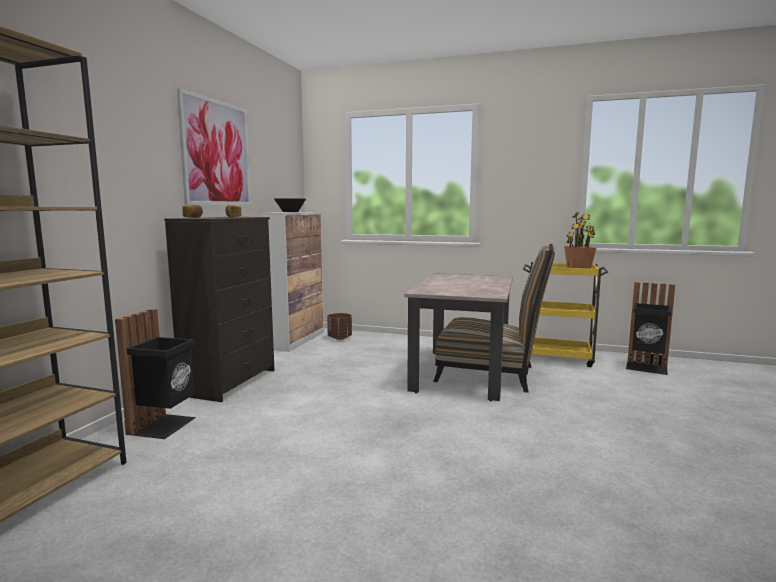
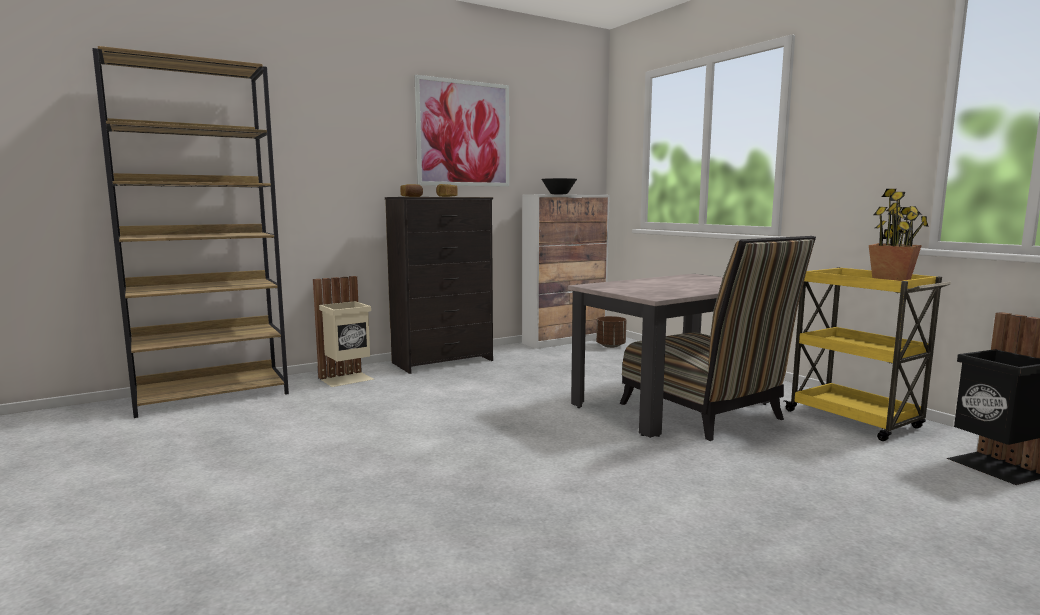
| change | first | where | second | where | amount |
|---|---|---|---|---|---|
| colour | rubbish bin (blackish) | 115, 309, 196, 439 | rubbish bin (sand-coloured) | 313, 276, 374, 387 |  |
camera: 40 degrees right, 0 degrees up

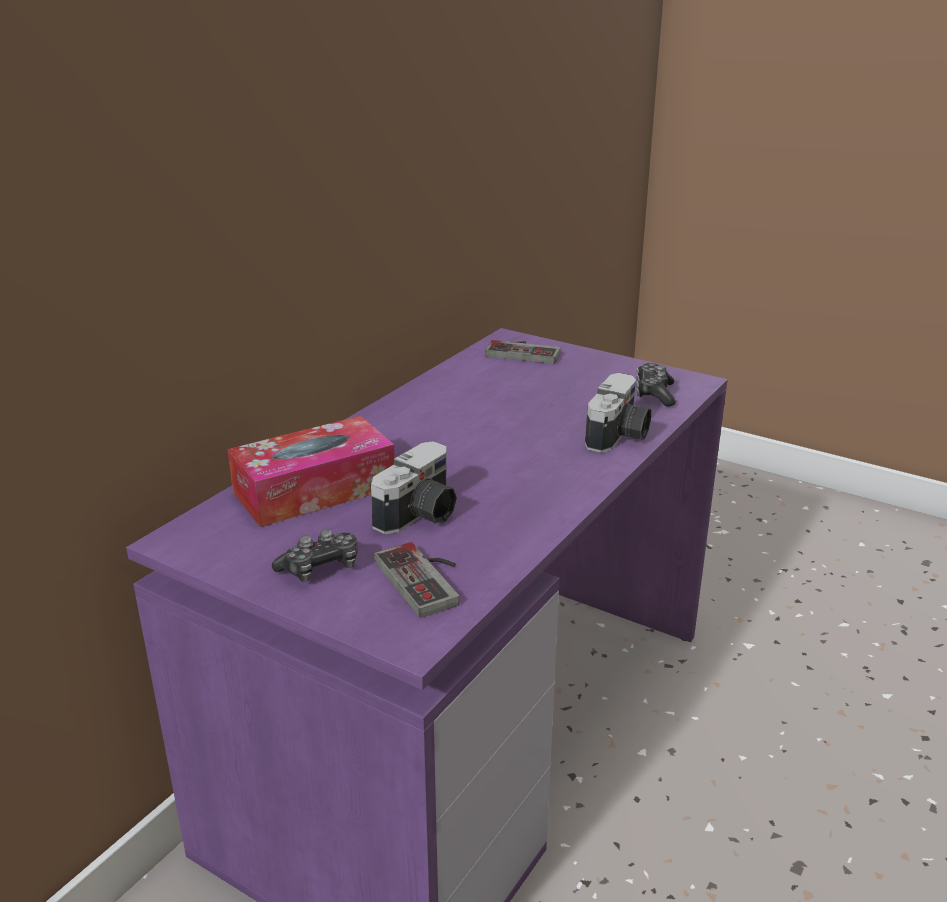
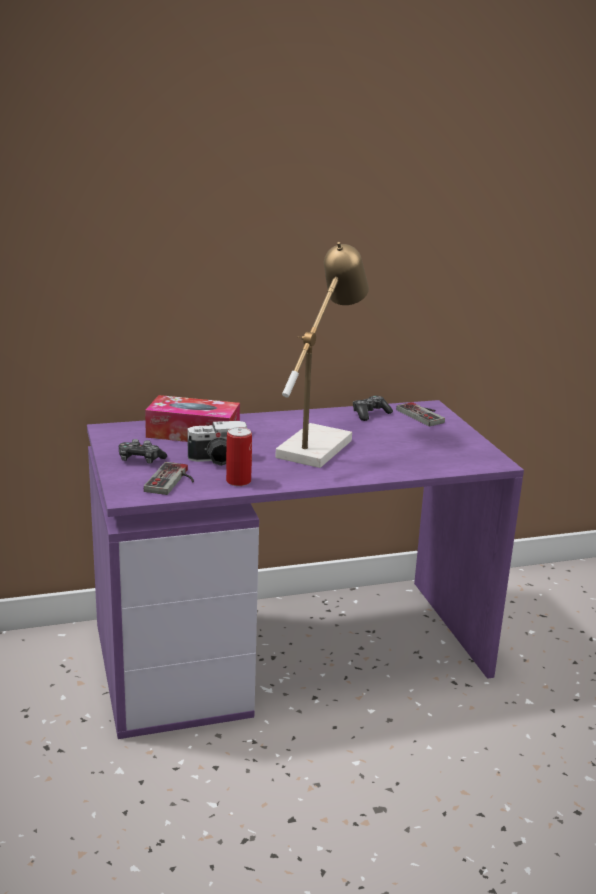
| change | first | where | second | where | amount |
|---|---|---|---|---|---|
| missing | still camera | 585, 373, 651, 453 |  |  |  |
| appeared |  |  | can | 226, 427, 252, 486 |  |
| appeared |  |  | table lamp | 275, 242, 369, 468 |  |
| relocated | joypad | 636, 363, 676, 407 |  | 353, 396, 393, 421 |  |
camera: 40 degrees right, 5 degrees down

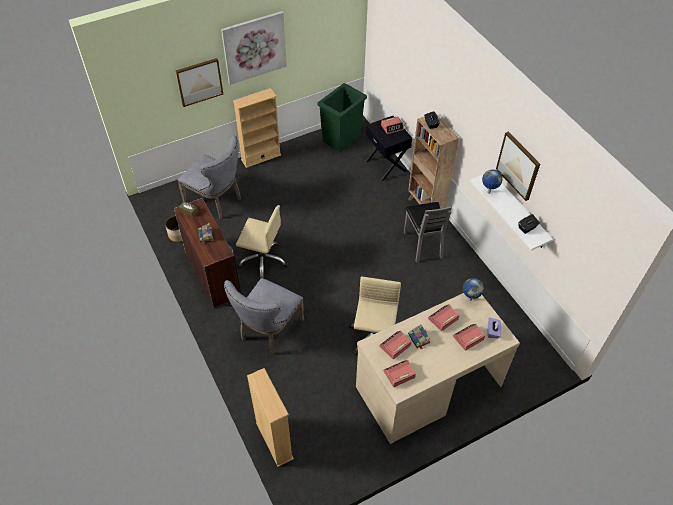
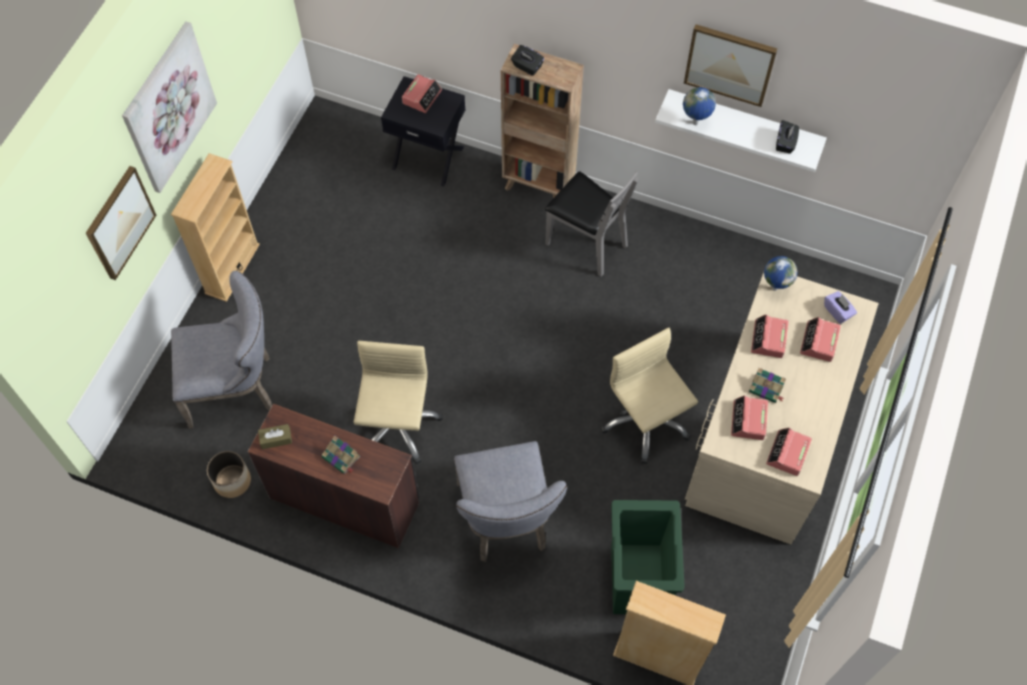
| change | first | where | second | where | amount |
|---|---|---|---|---|---|
| relocated | rubbish bin (greenish) | 317, 83, 367, 152 |  | 611, 500, 685, 614 |  |
| spun | office chair (sand-coloured) | 236, 205, 288, 279 |  | 354, 341, 443, 464 | 60 degrees counterclockwise |
camera: 40 degrees left, 10 degrees up

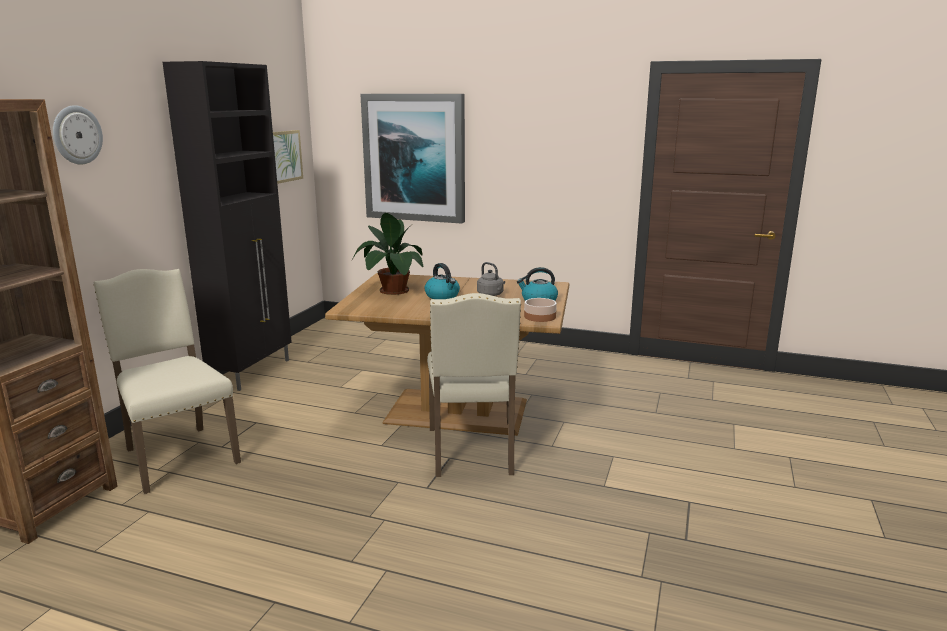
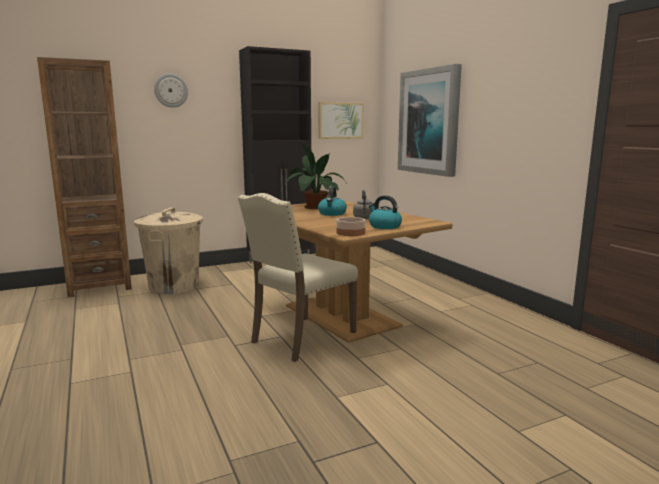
| change | first | where | second | where | amount |
|---|---|---|---|---|---|
| exchanged | plain chair (sand-coloured) | 93, 269, 241, 494 | rubbish bin (sand-coloured) | 134, 208, 203, 294 |  |
camera: 45 degrees right, 5 degrees down

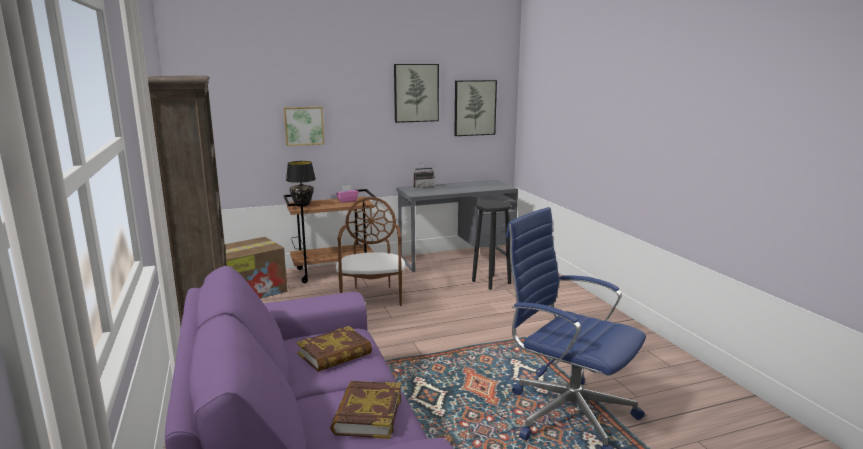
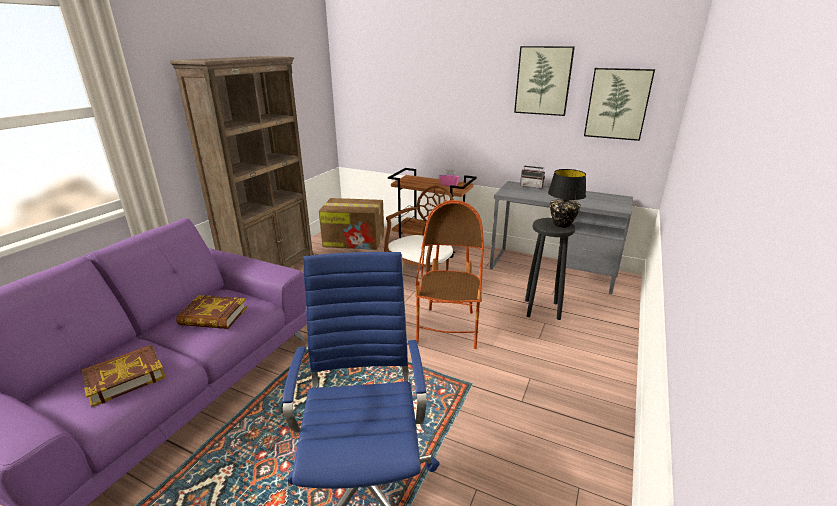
| change | first | where | second | where | amount |
|---|---|---|---|---|---|
| missing | wall art | 284, 107, 324, 146 |  |  |  |
| appeared |  |  | lounge chair | 415, 200, 484, 349 |  |
| relocated | table lamp (blackish) | 286, 161, 316, 207 |  | 548, 169, 586, 228 |  |
camera: 45 degrees right, 10 degrees up

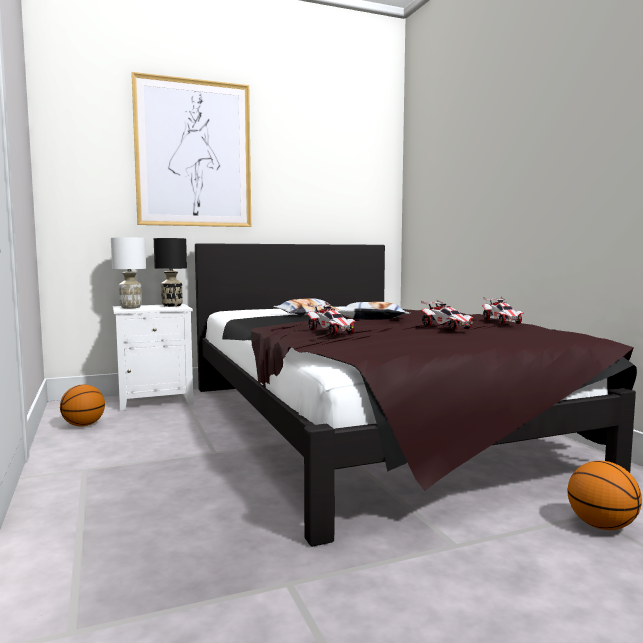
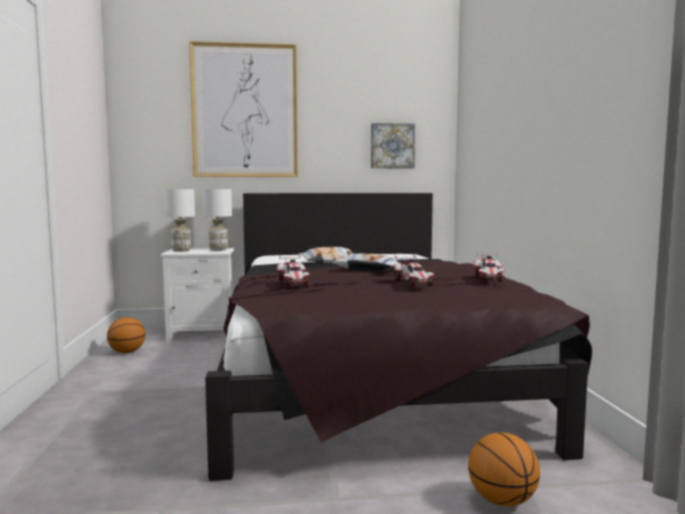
| change | first | where | second | where | amount |
|---|---|---|---|---|---|
| appeared |  |  | wall art | 371, 123, 415, 168 |  |
| colour | table lamp (blackish) | 154, 238, 187, 307 | table lamp (white-coloured) | 202, 189, 232, 251 |  |
camera: 15 degrees right, 0 degrees up

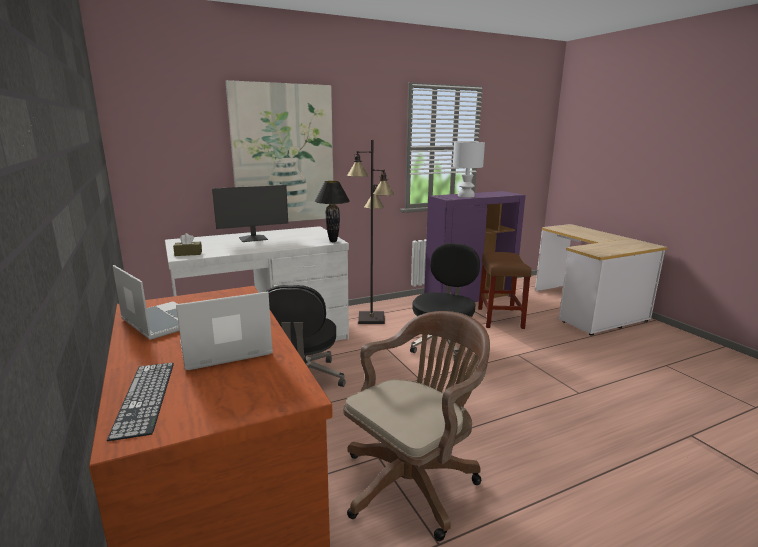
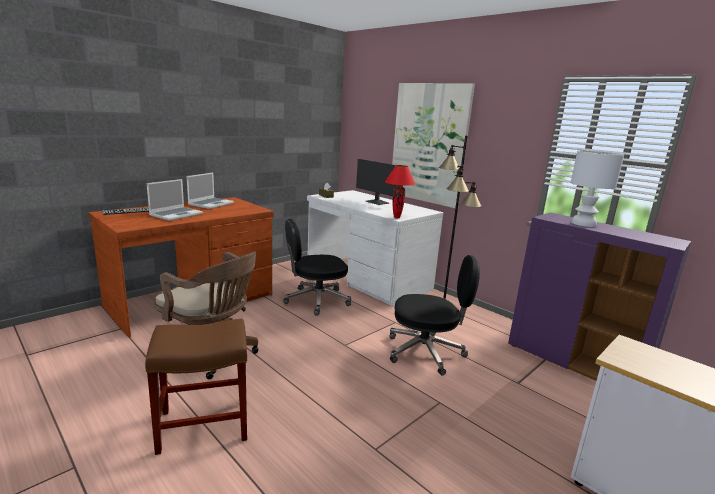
| change | first | where | second | where | amount |
|---|---|---|---|---|---|
| relocated | sitting stool (brown) | 478, 252, 531, 329 |  | 145, 319, 247, 455 |  |
| colour | table lamp (blackish) | 315, 181, 350, 242 | table lamp (reddish) | 385, 165, 415, 218 |  |
| spun | notebook computer | 176, 292, 273, 370 |  | 147, 179, 203, 221 | 75 degrees clockwise |
camera: 70 degrees right, 0 degrees up

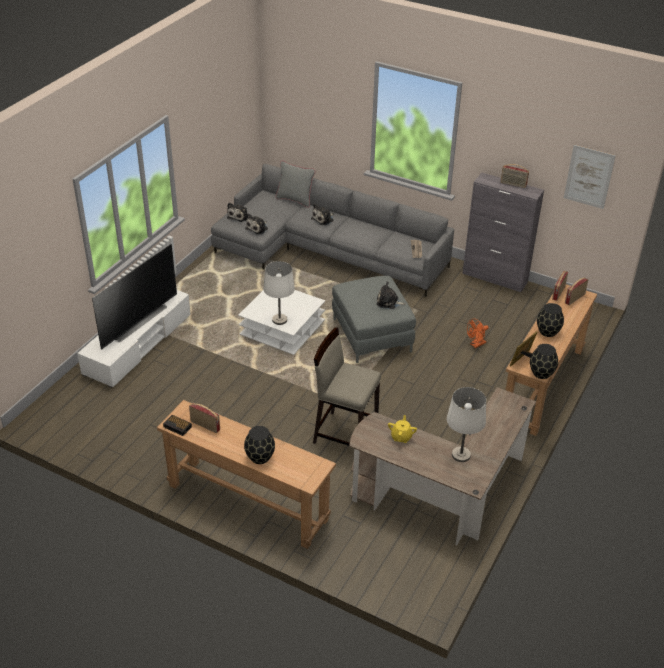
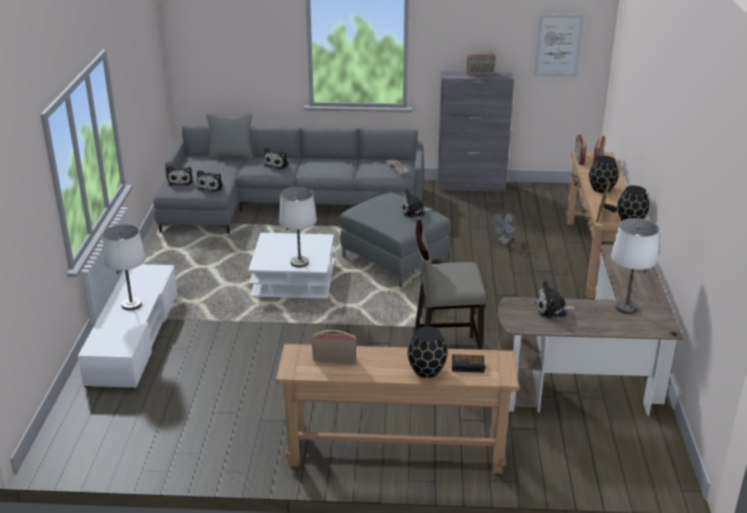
| change | first | where | second | where | amount |
|---|---|---|---|---|---|
| relocated | alarm clock | 163, 415, 192, 436 |  | 452, 354, 486, 373 |  |
| exchanged | television | 92, 244, 177, 350 | table lamp (white-coloured) | 103, 224, 146, 310 |  |
| exchanged | teapot (yellow-coloured) | 388, 415, 417, 443 | cuddly toy | 535, 281, 576, 319 |  |
| colour | fan (orange) | 467, 319, 488, 348 | fan (grey) | 491, 211, 517, 245 |  |
camera: 25 degrees left, 10 degrees down

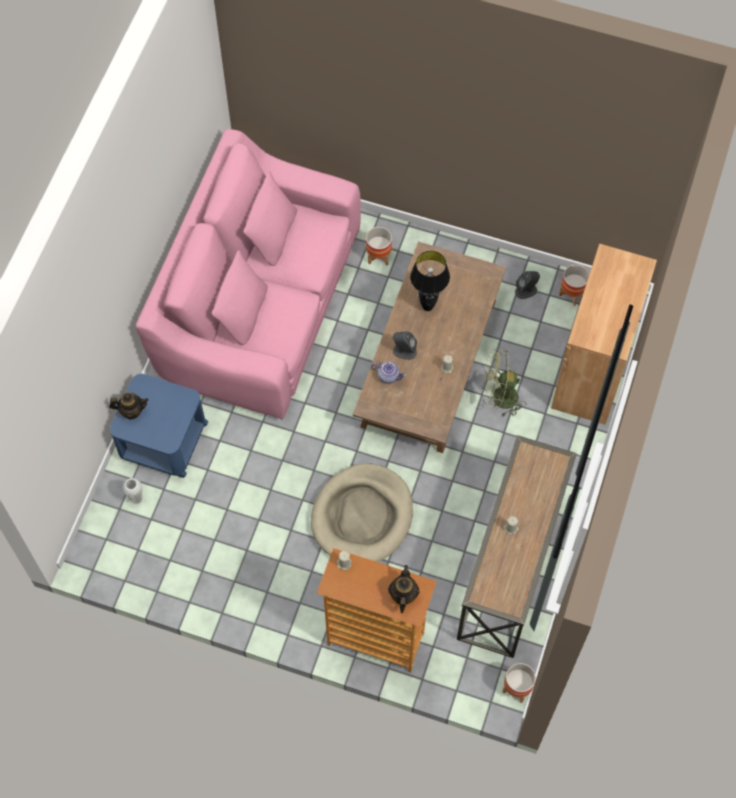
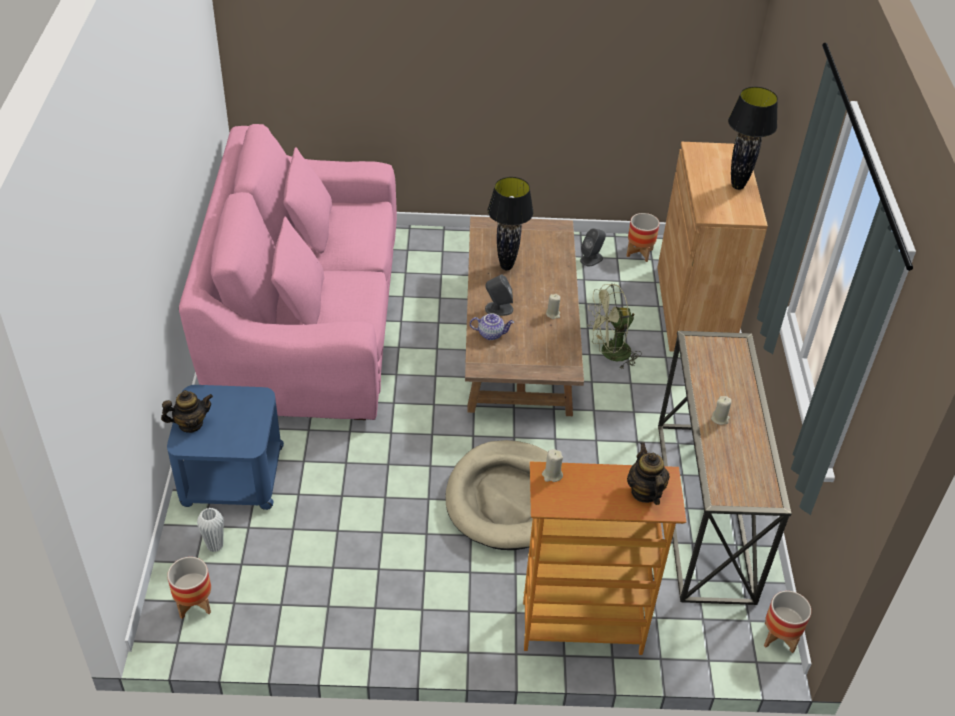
| change | first | where | second | where | amount |
|---|---|---|---|---|---|
| appeared |  |  | table lamp (blackish) | 728, 87, 778, 190 |  |
| relocated | plant pot | 366, 227, 392, 266 |  | 167, 557, 211, 619 |  |
camera: 20 degrees left, 20 degrees down

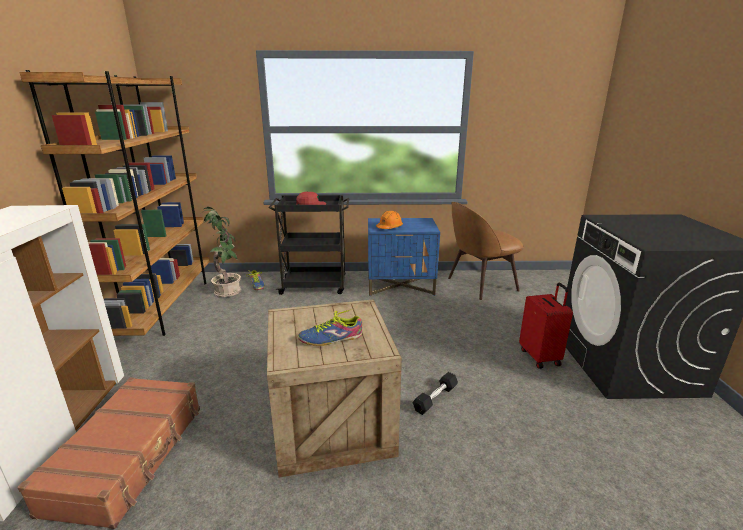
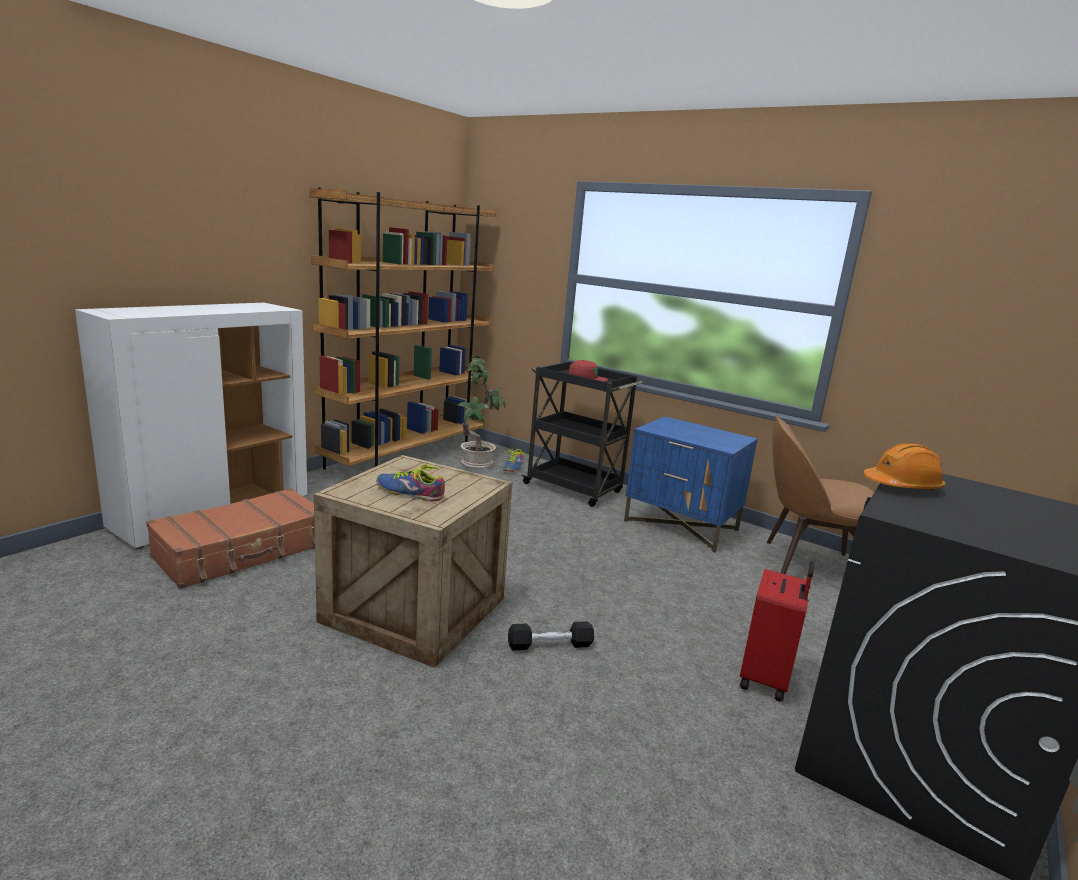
| change | first | where | second | where | amount |
|---|---|---|---|---|---|
| relocated | work helmet (orange) | 376, 211, 403, 229 |  | 863, 443, 946, 490 |  |
camera: 35 degrees right, 5 degrees down

